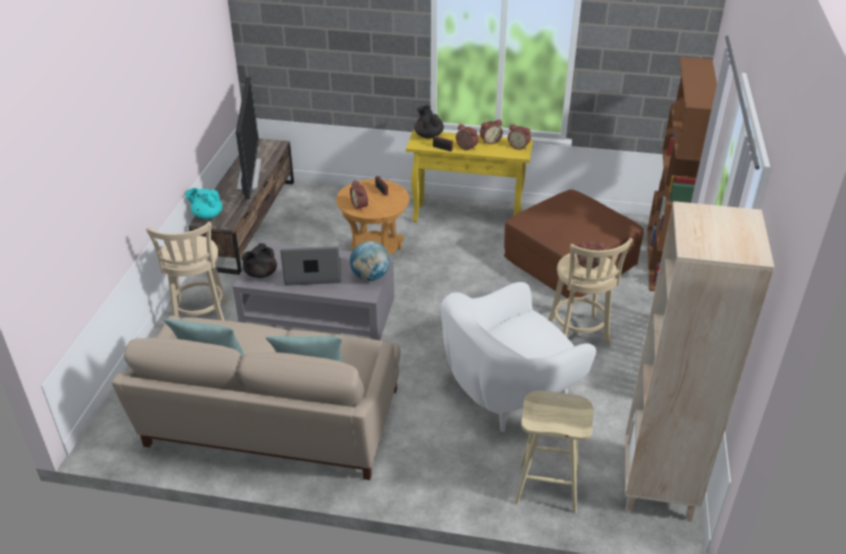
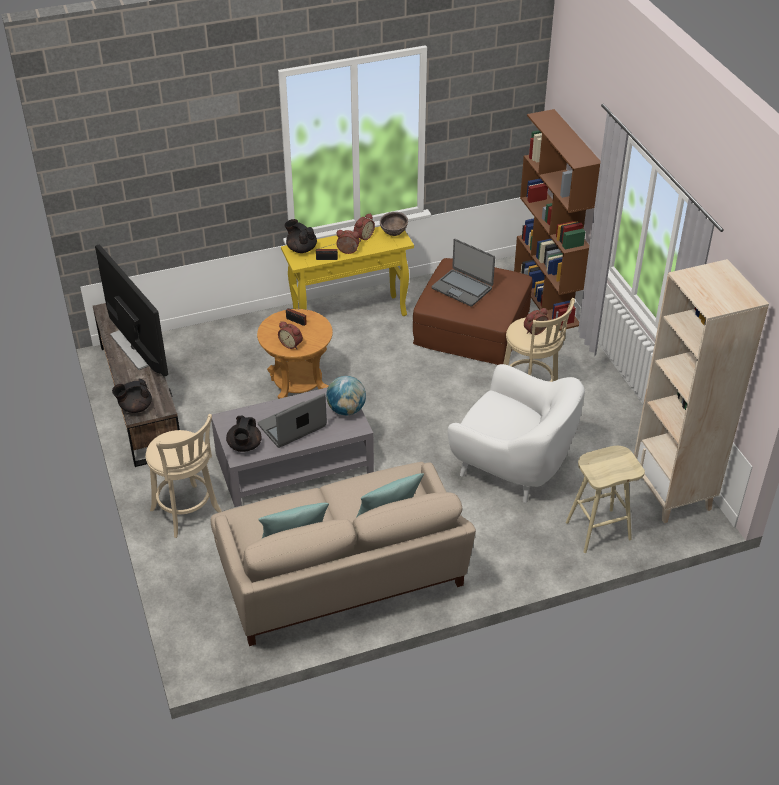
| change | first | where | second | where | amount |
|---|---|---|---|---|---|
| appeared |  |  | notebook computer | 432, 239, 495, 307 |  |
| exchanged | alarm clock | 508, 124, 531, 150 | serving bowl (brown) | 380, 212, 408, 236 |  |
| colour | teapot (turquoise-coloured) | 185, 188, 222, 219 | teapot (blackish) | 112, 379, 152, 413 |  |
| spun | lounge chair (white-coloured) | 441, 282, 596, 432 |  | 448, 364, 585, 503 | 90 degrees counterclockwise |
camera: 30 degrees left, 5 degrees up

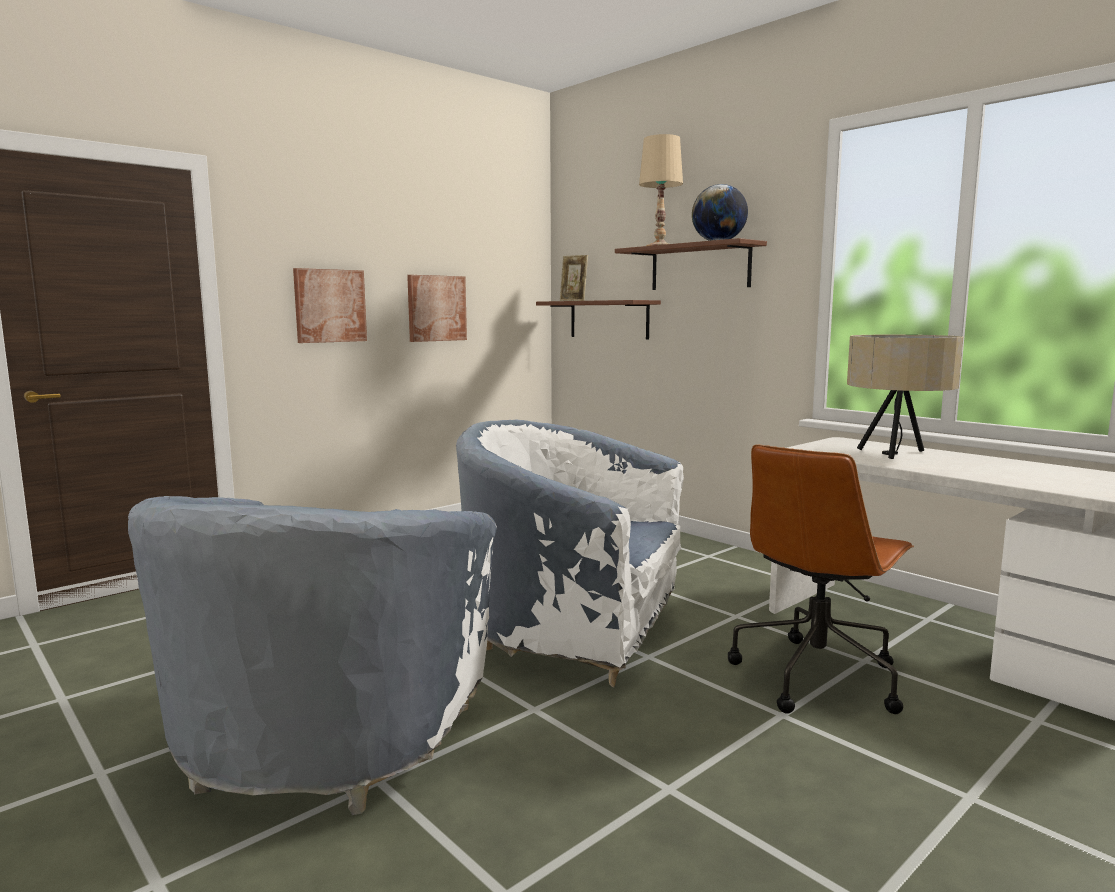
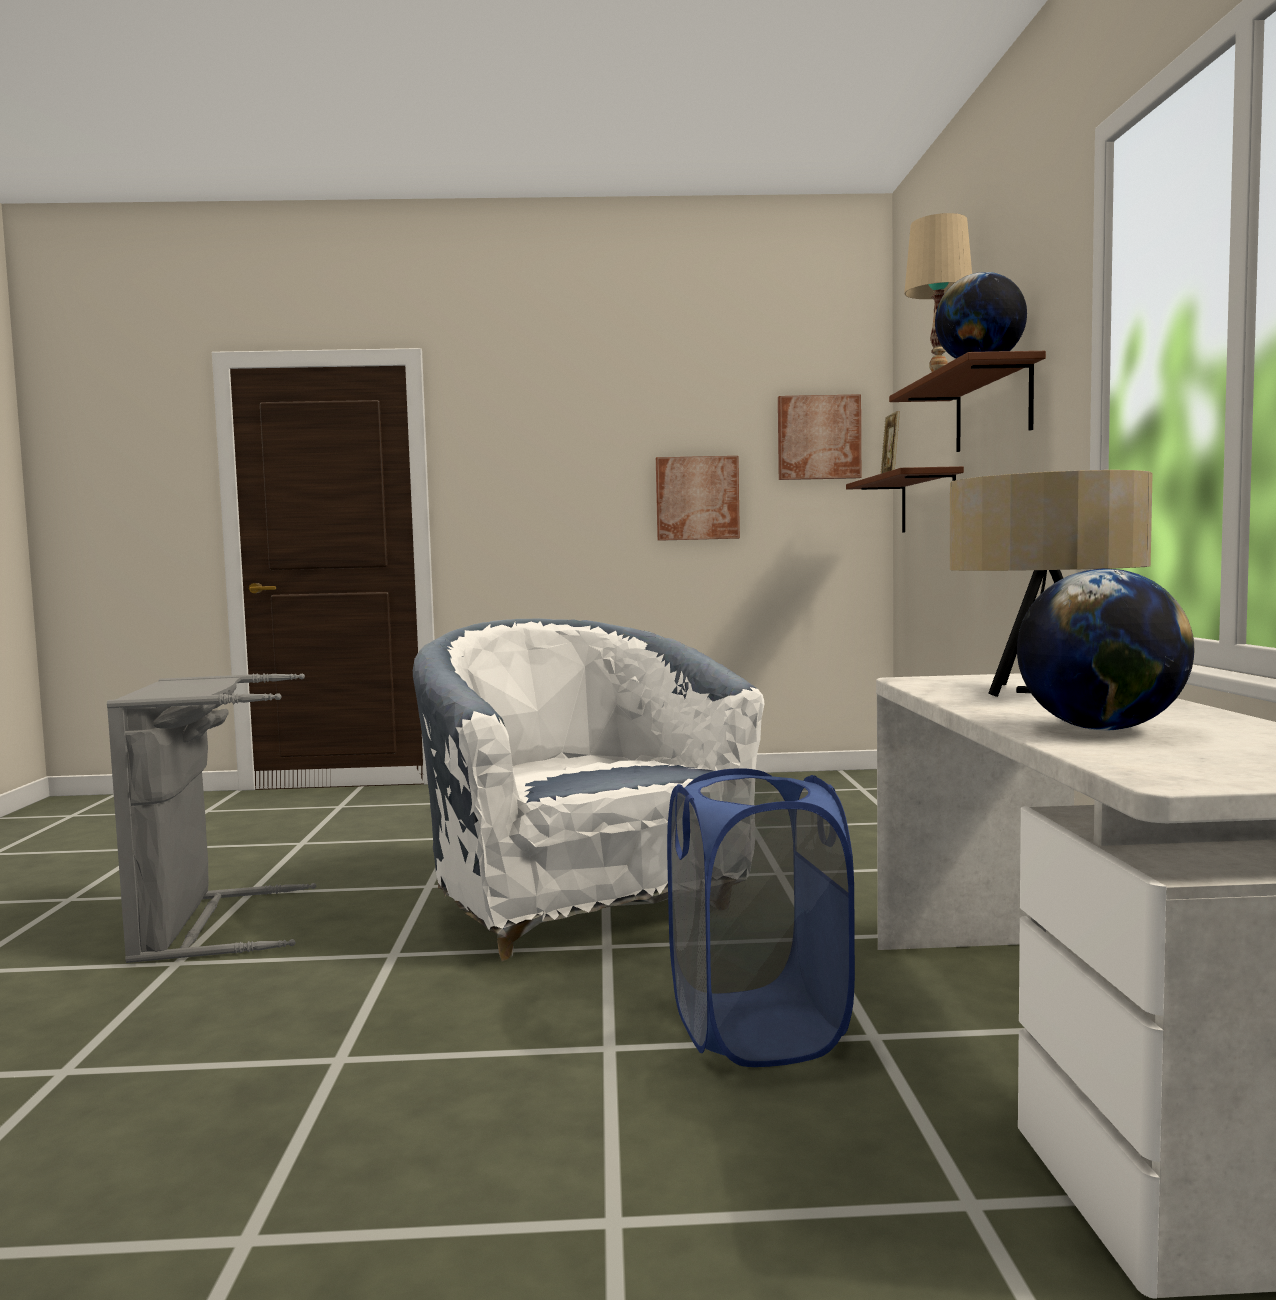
| change | first | where | second | where | amount |
|---|---|---|---|---|---|
| appeared |  |  | desk globe | 1017, 568, 1194, 730 |  |
| relocated | wall art | 293, 268, 367, 343 |  | 778, 394, 861, 480 |  |
| exchanged | lounge chair (white-coloured) | 128, 496, 497, 815 | washing basket (grey) | 107, 673, 316, 963 |  |
| exchanged | office chair (brown) | 728, 445, 914, 714 | washing basket (bluish) | 667, 768, 855, 1067 |  |
camera: 40 degrees right, 5 degrees down

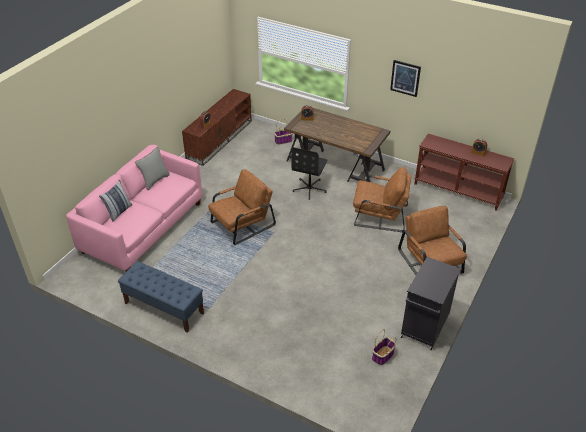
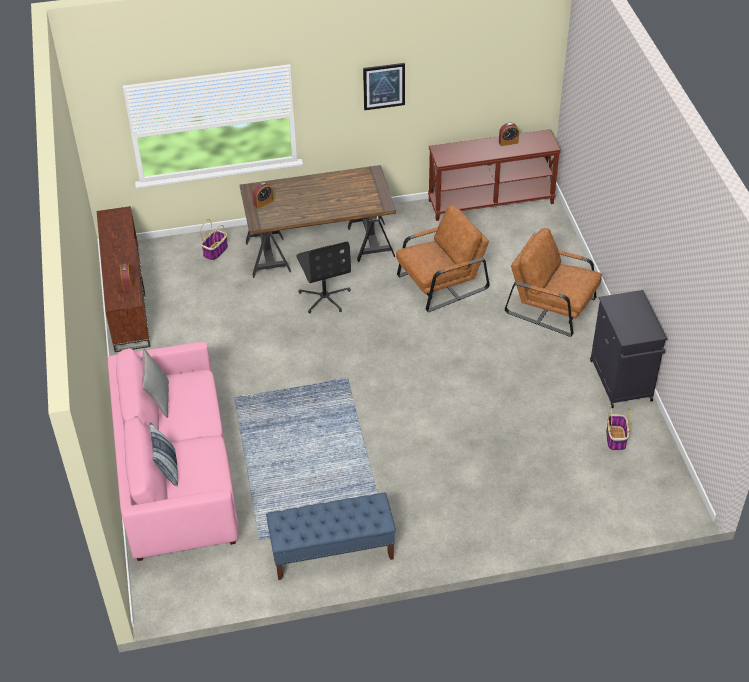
| change | first | where | second | where | amount |
|---|---|---|---|---|---|
| missing | lounge chair (brown) | 208, 169, 276, 245 |  |  |  |
camera: 40 degrees left, 5 degrees up

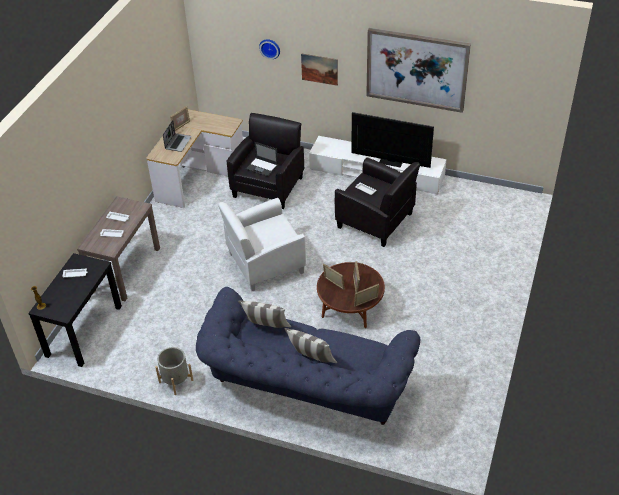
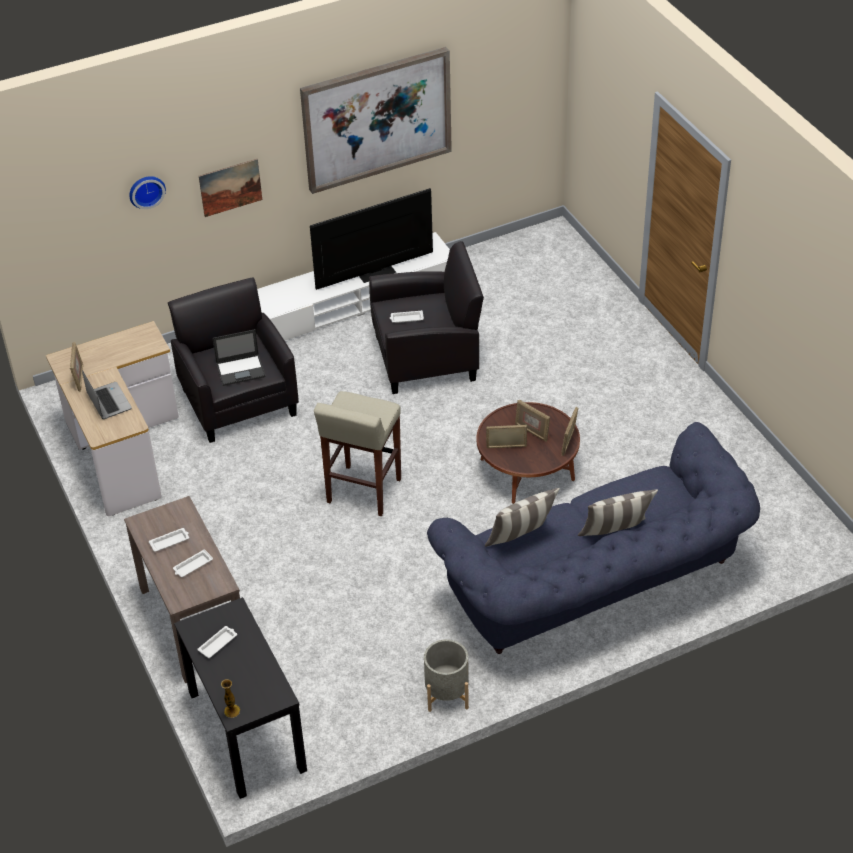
| change | first | where | second | where | amount |
|---|---|---|---|---|---|
| exchanged | lounge chair (white-coloured) | 218, 198, 306, 291 | sitting stool (sand-coloured) | 314, 391, 401, 516 |  |
camera: 45 degrees left, 0 degrees up

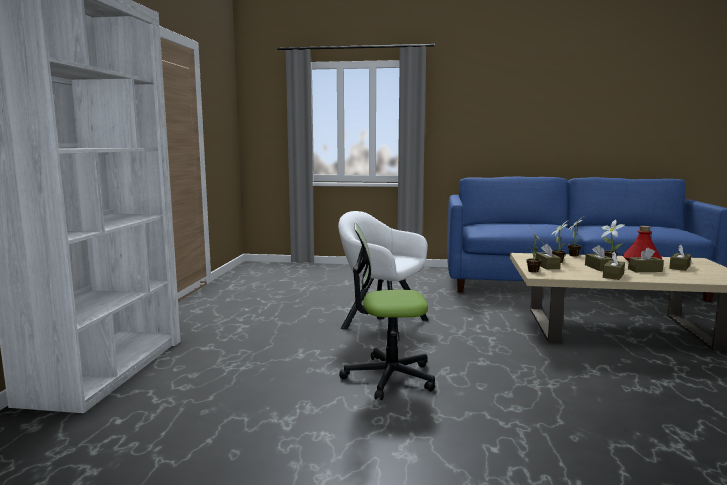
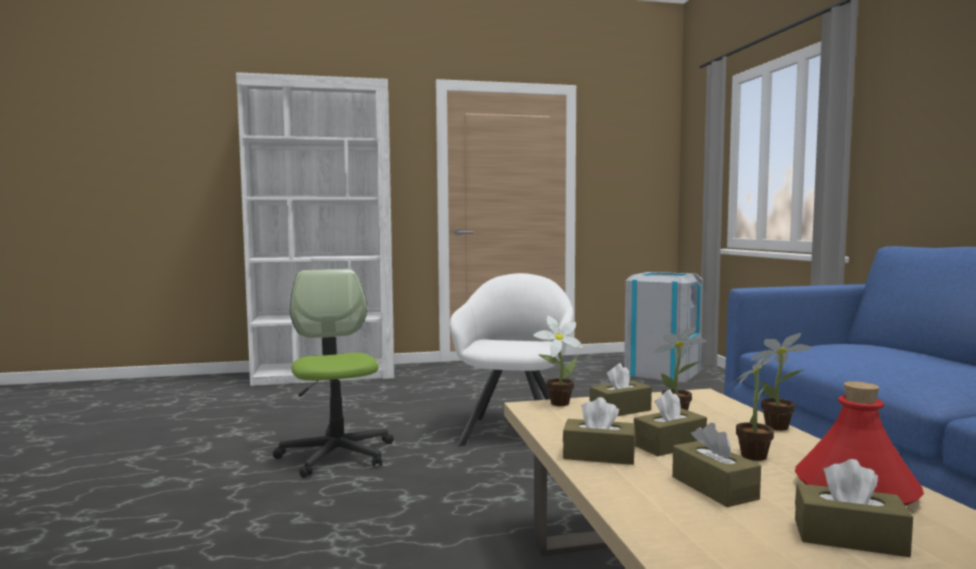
| change | first | where | second | where | amount |
|---|---|---|---|---|---|
| appeared |  |  | rubbish bin (grey) | 624, 272, 703, 382 |  |
camera: 70 degrees right, 5 degrees down

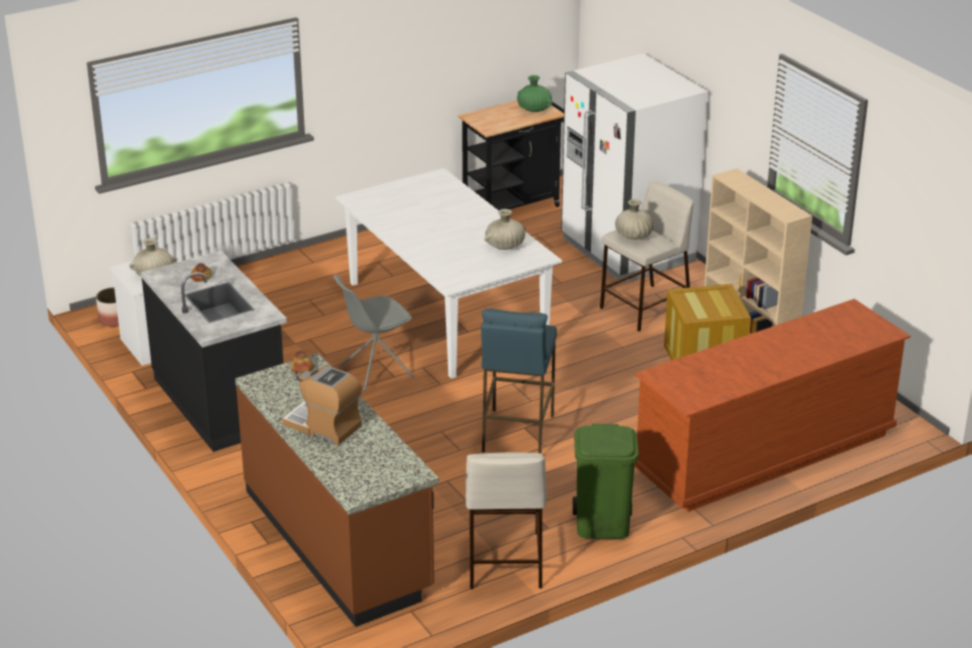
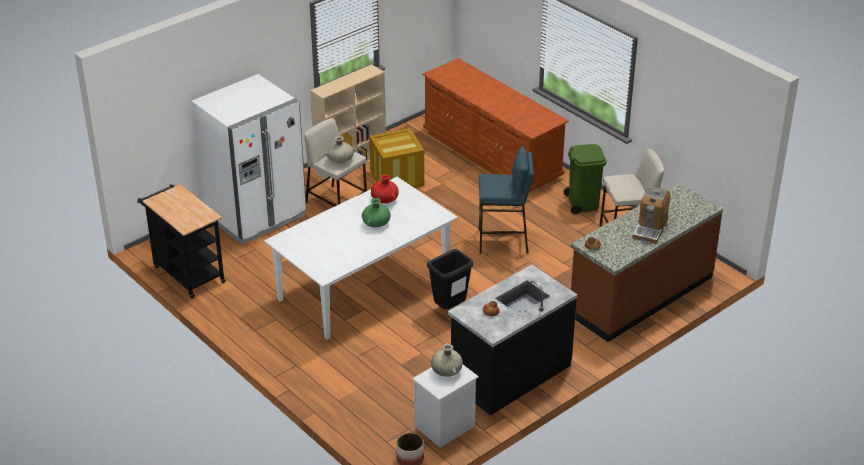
| change | first | where | second | where | amount |
|---|---|---|---|---|---|
| relocated | flower vase (greenish) | 517, 75, 552, 112 |  | 362, 198, 391, 227 |  |
| exchanged | plain chair (grey) | 334, 274, 414, 392 | rubbish bin (blackish) | 427, 249, 474, 309 |  |
| colour | flower vase (sand-coloured) | 485, 209, 526, 250 | flower vase (reddish) | 371, 174, 399, 203 |  |
camera: 100 degrees left, 5 degrees up

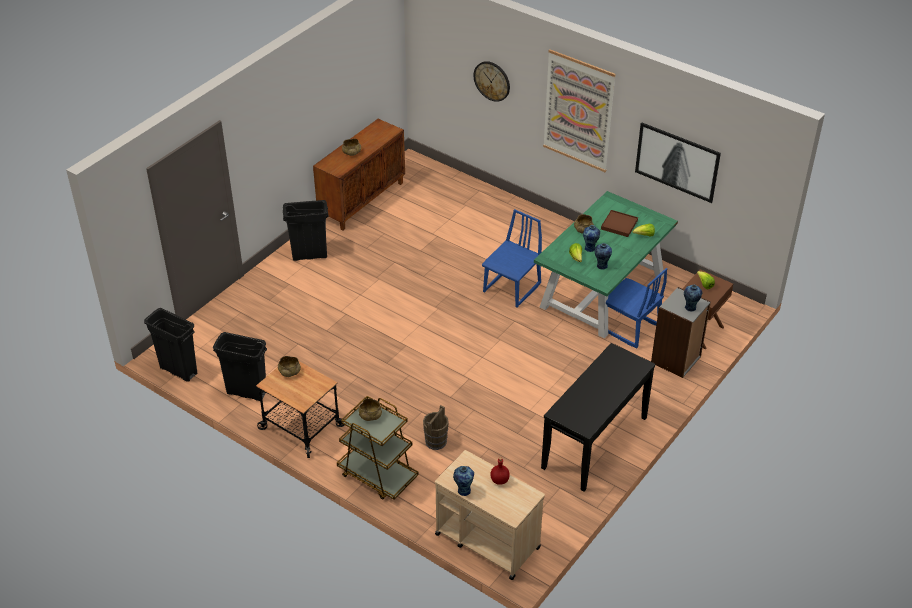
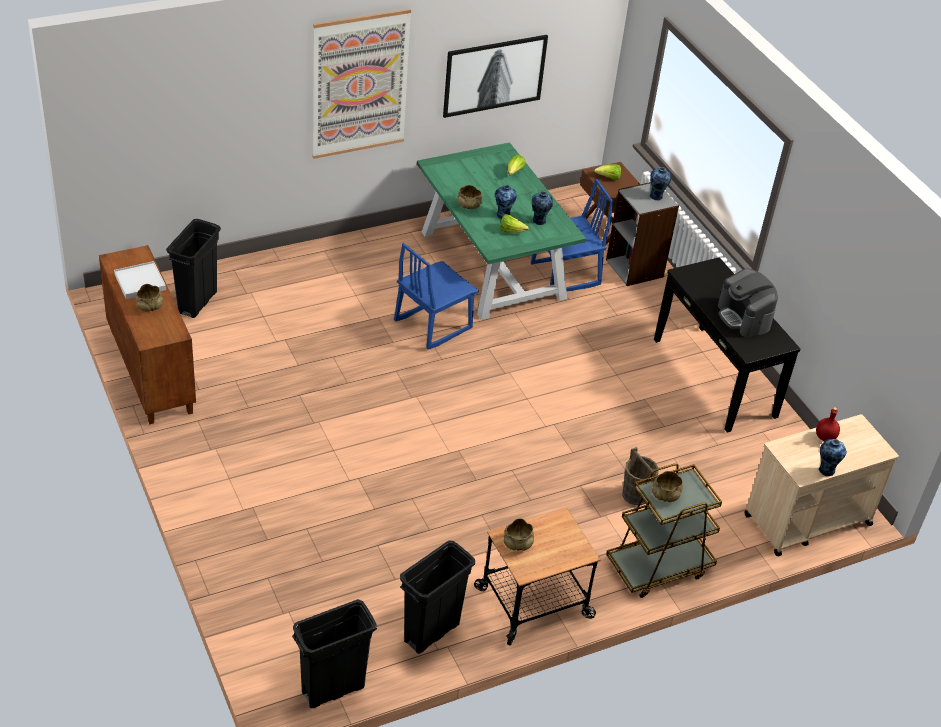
| change | first | where | second | where | amount |
|---|---|---|---|---|---|
| missing | clock on the wall | 474, 61, 510, 102 |  |  |  |
| missing | tray (brown) | 601, 210, 638, 237 |  |  |  |
| appeared |  |  | tray (white-coloured) | 114, 261, 166, 299 |  |
| appeared |  |  | coffee maker | 718, 268, 778, 337 |  |
| relocated | rubbish bin (blackish) | 283, 200, 329, 261 |  | 166, 219, 221, 318 |  |
| spun | plain chair (bluish) | 482, 209, 542, 307 |  | 394, 243, 479, 350 | 105 degrees counterclockwise |
camera: 65 degrees left, 0 degrees up

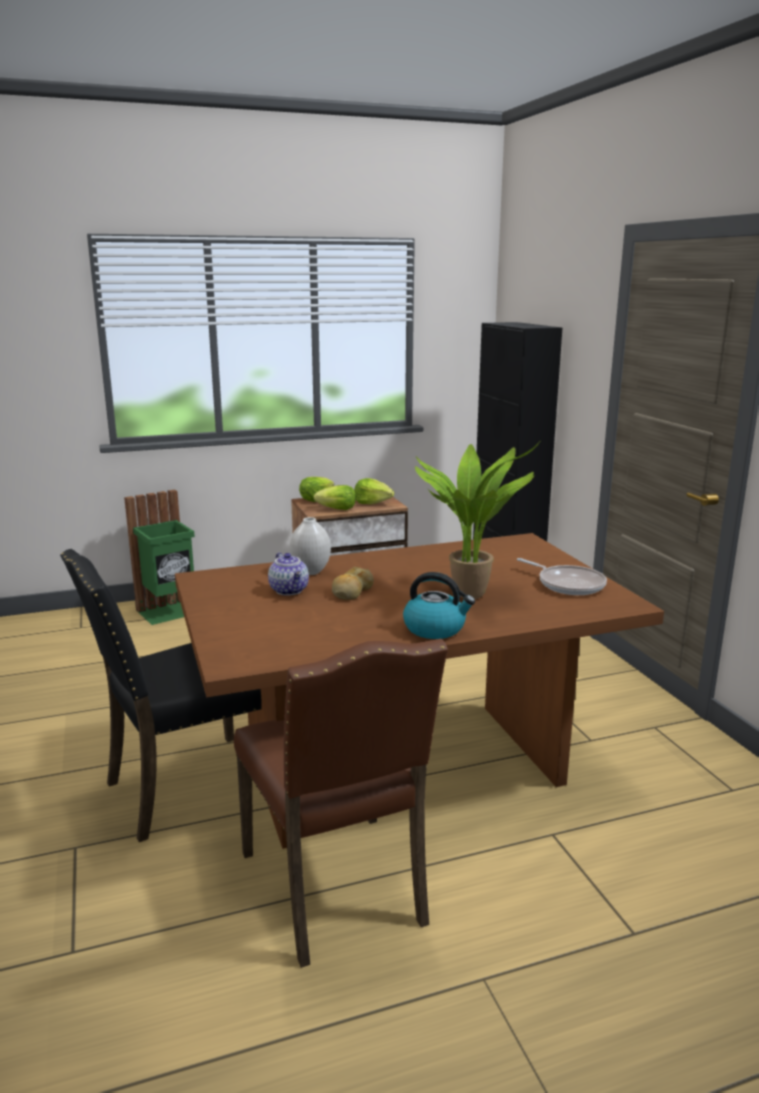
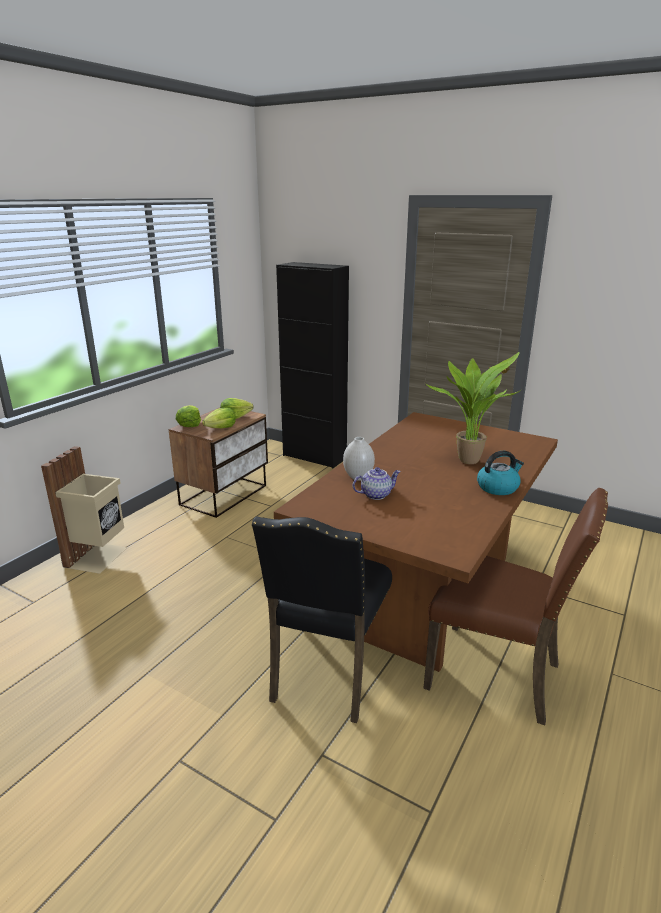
| change | first | where | second | where | amount |
|---|---|---|---|---|---|
| missing | bread | 332, 566, 374, 600 |  |  |  |
| missing | frying pan | 517, 558, 607, 595 |  |  |  |
| colour | rubbish bin (greenish) | 124, 489, 195, 625 | rubbish bin (sand-coloured) | 41, 446, 127, 574 |  |
| spun | teapot | 268, 552, 309, 596 |  | 353, 467, 401, 500 | 45 degrees counterclockwise |
camera: 40 degrees left, 5 degrees up

